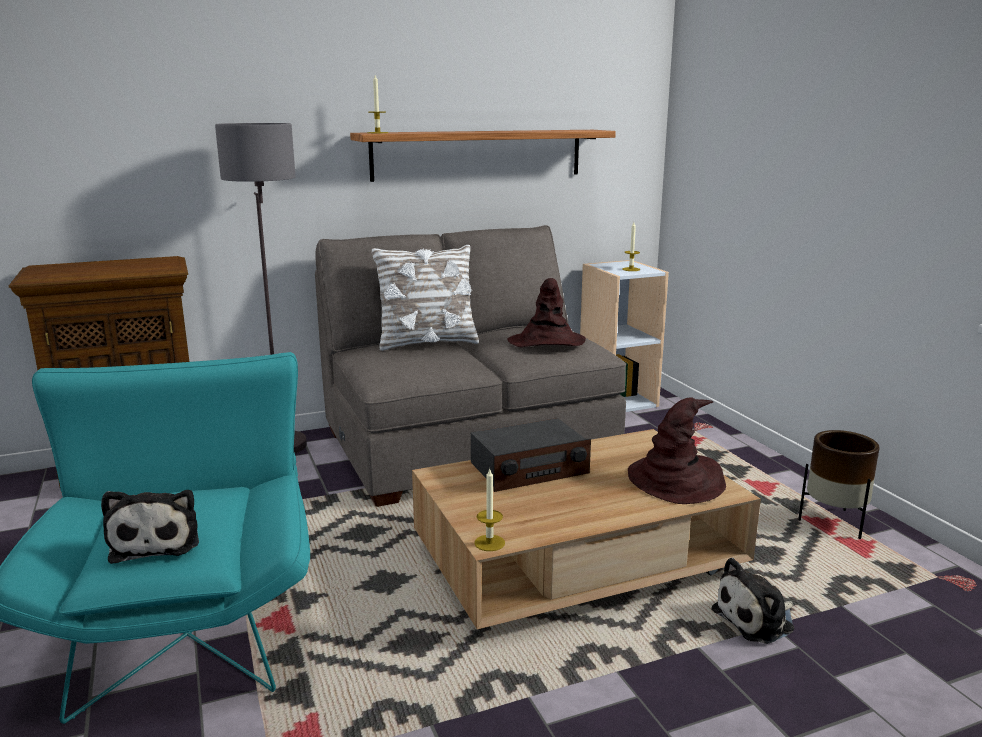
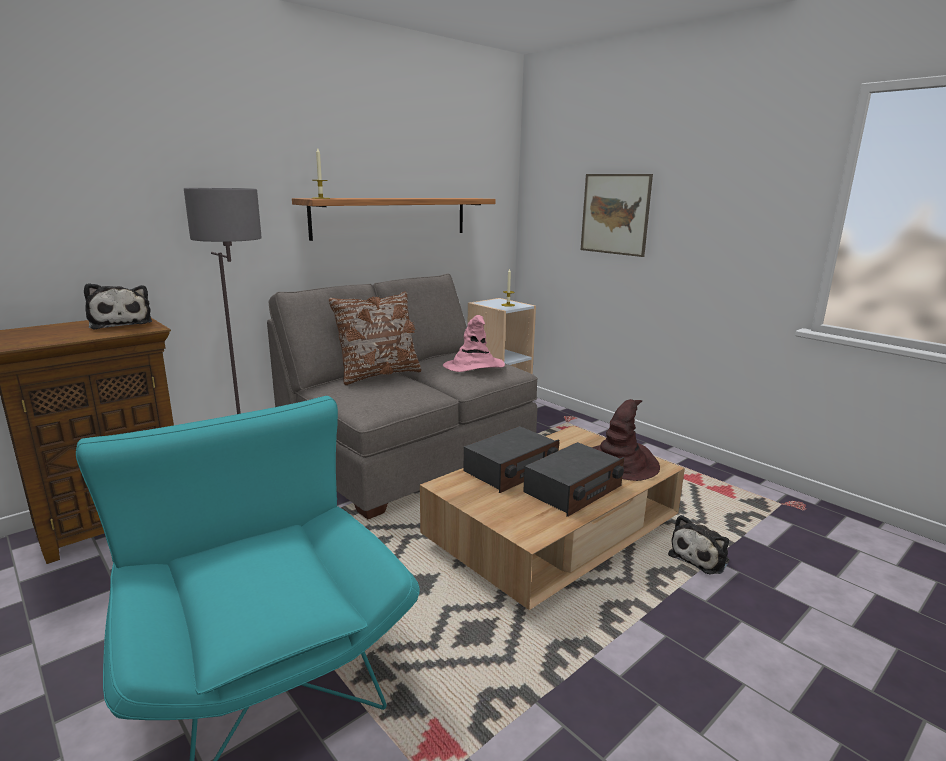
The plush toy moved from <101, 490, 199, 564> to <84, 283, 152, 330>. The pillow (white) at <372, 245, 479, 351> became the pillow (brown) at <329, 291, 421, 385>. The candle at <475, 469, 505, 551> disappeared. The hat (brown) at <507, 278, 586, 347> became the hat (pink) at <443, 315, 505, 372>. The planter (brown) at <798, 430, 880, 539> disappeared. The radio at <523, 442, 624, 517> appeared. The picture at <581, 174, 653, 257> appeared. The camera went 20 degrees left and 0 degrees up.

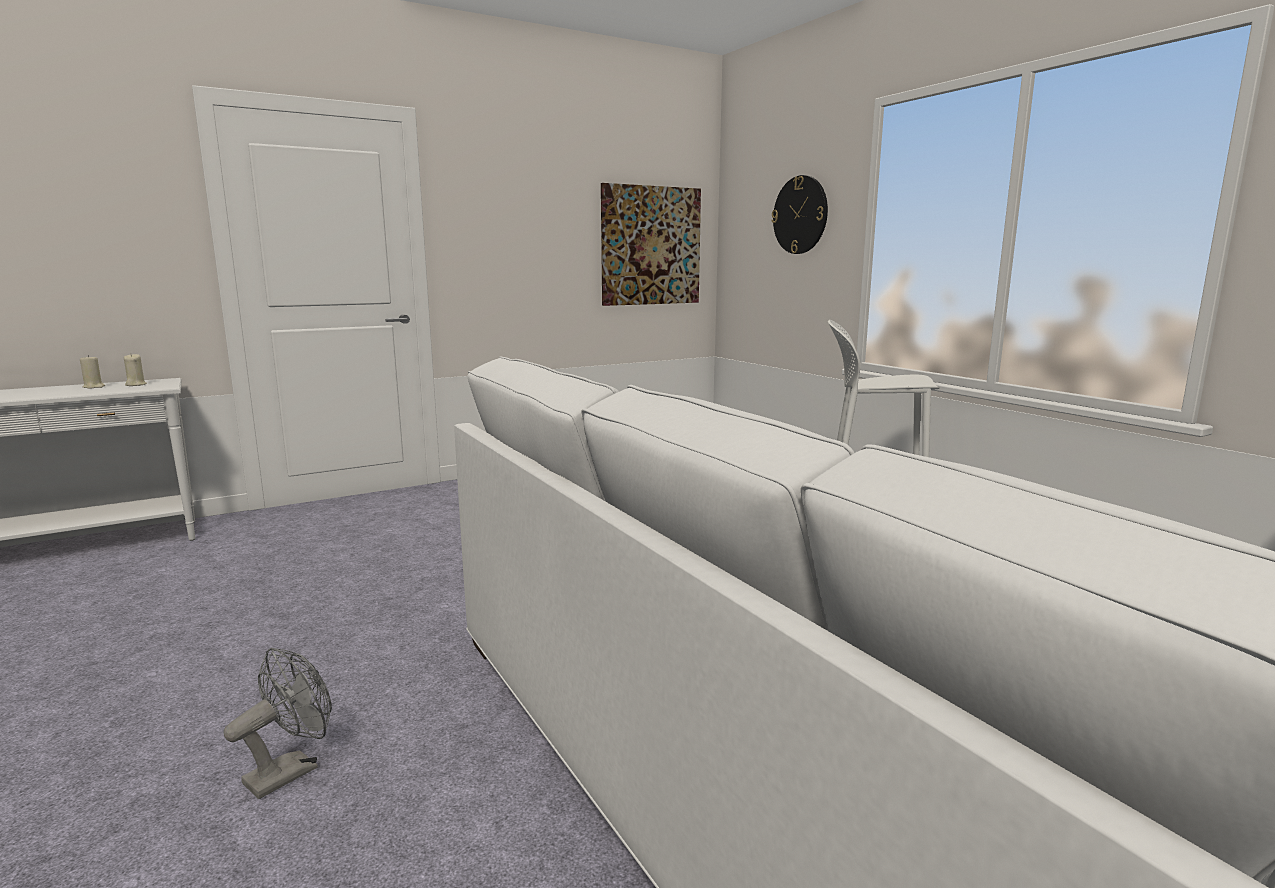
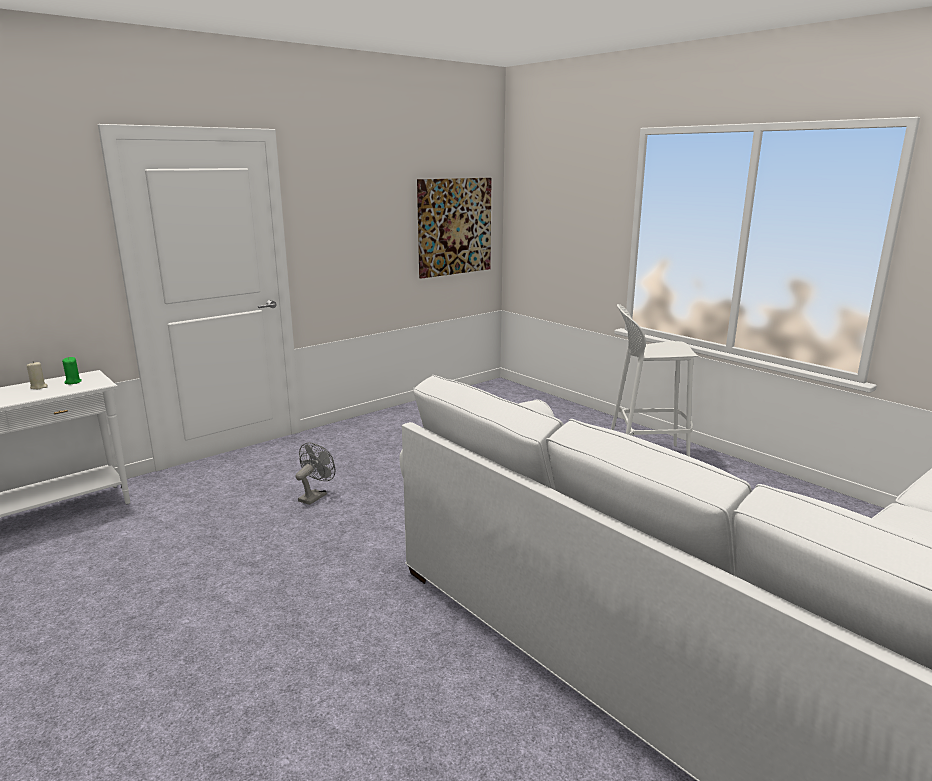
The candle (beige) at <124, 354, 147, 386> became the candle (green) at <62, 357, 82, 385>. The fan (grey) moved from <224, 648, 332, 799> to <295, 442, 336, 505>. The wall clock at <772, 175, 828, 254> disappeared. The camera went 10 degrees left and 5 degrees up.

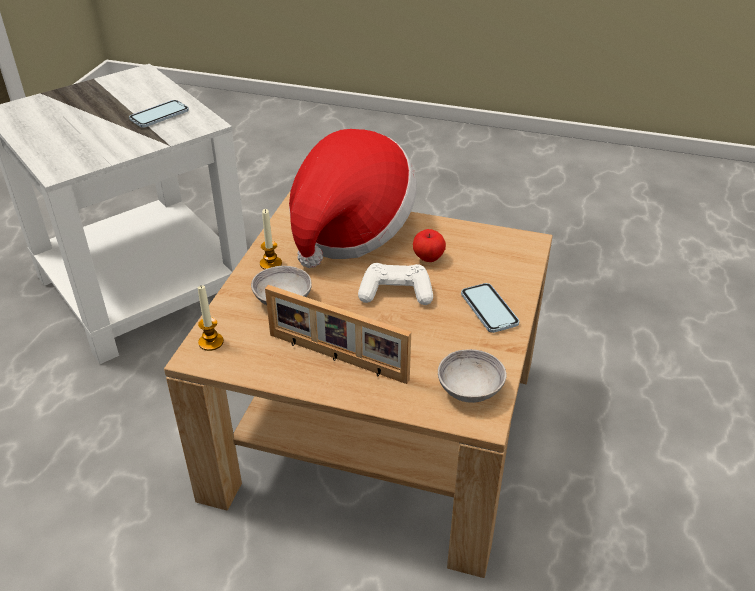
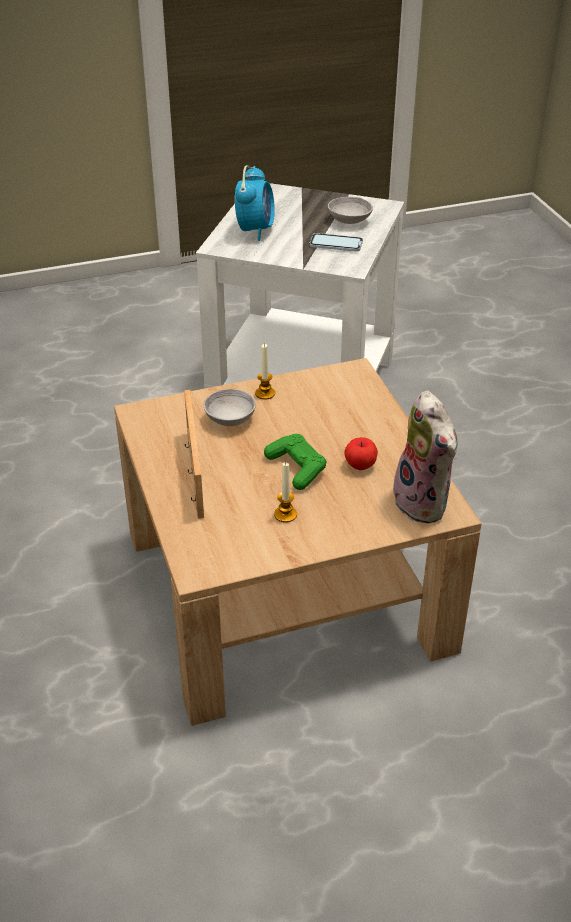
The candle moved from <198, 285, 224, 351> to <274, 462, 297, 523>. The hat at <289, 129, 417, 268> disappeared. The game controller (white) at <358, 263, 433, 305> became the game controller (green) at <264, 434, 326, 490>. The bowl (grey) moved from <438, 349, 507, 403> to <328, 197, 373, 224>. The phone at <461, 283, 519, 333> disappeared. The alarm clock at <235, 165, 275, 241> appeared. The plush toy at <393, 391, 457, 523> appeared. The camera went 55 degrees right and 0 degrees up.

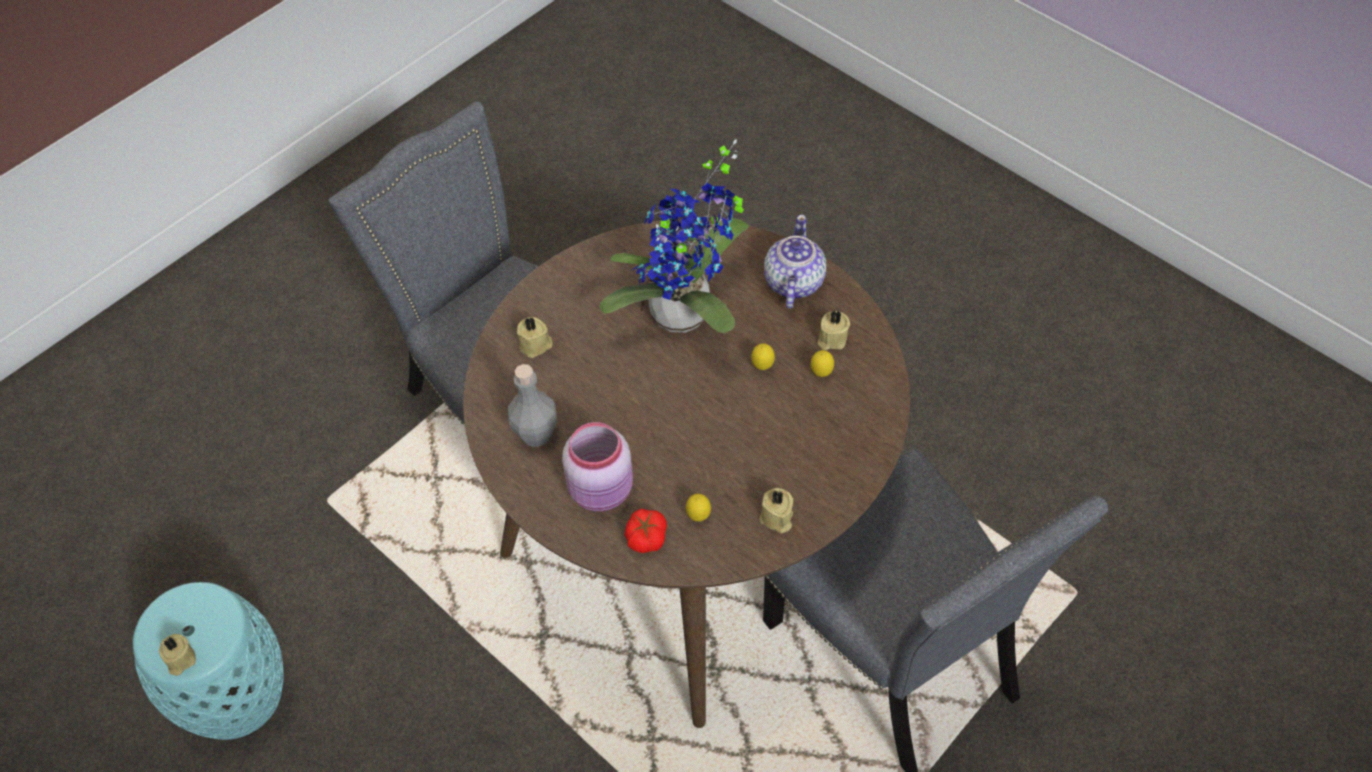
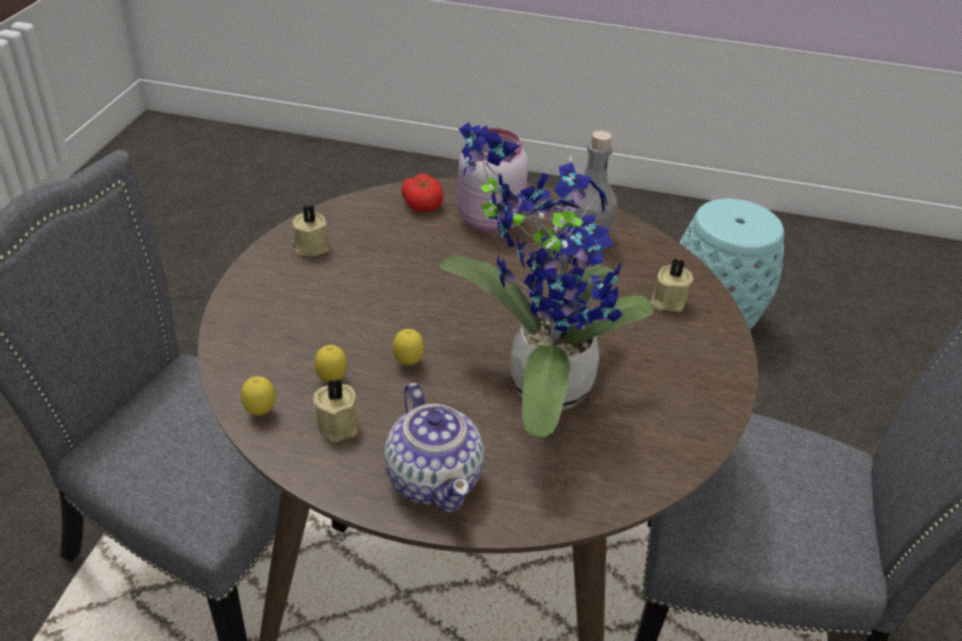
The candle (beige) at <159, 634, 196, 676> disappeared. The lemon moved from <686, 494, 711, 522> to <241, 376, 276, 415>. The camera went 145 degrees right and 15 degrees down.

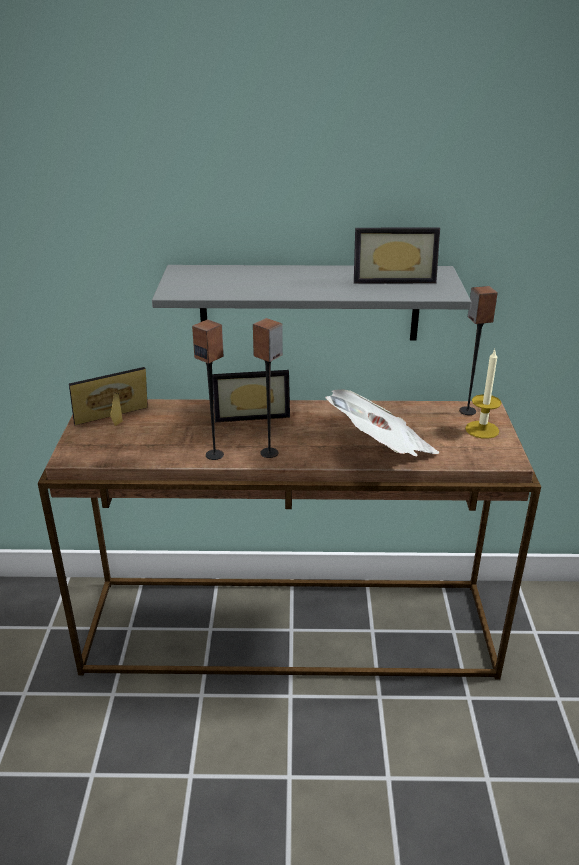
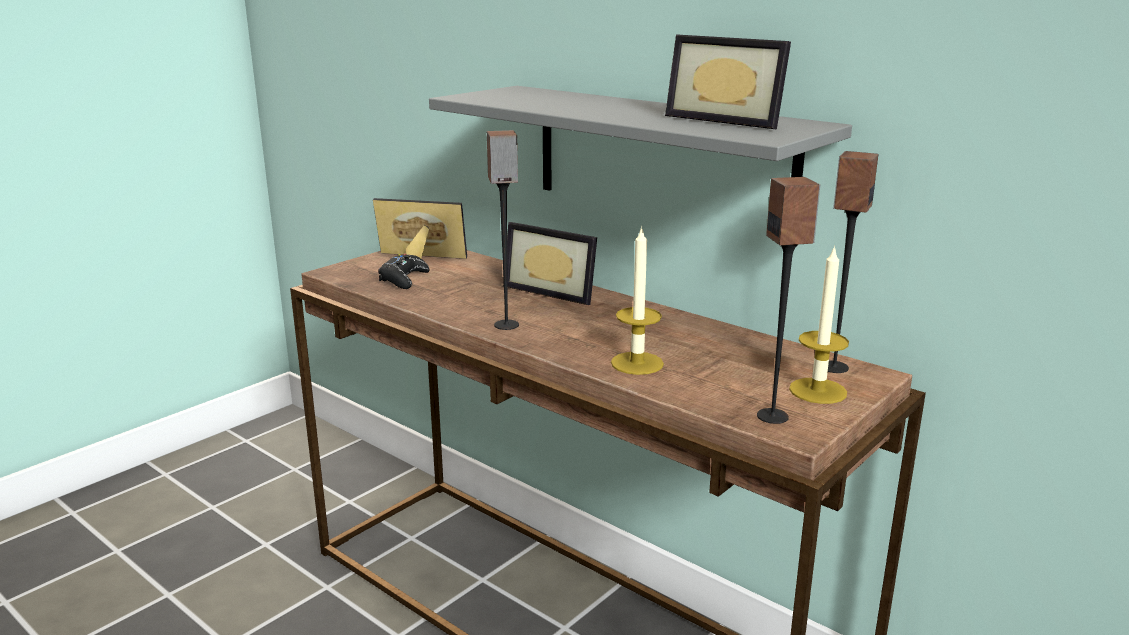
The speaker moved from <192, 320, 224, 460> to <757, 177, 820, 424>. The newspaper at <325, 389, 439, 457> was replaced by the candle at <611, 226, 664, 375>. The game controller (black) at <378, 254, 430, 289> appeared. The camera went 40 degrees right and 10 degrees down.

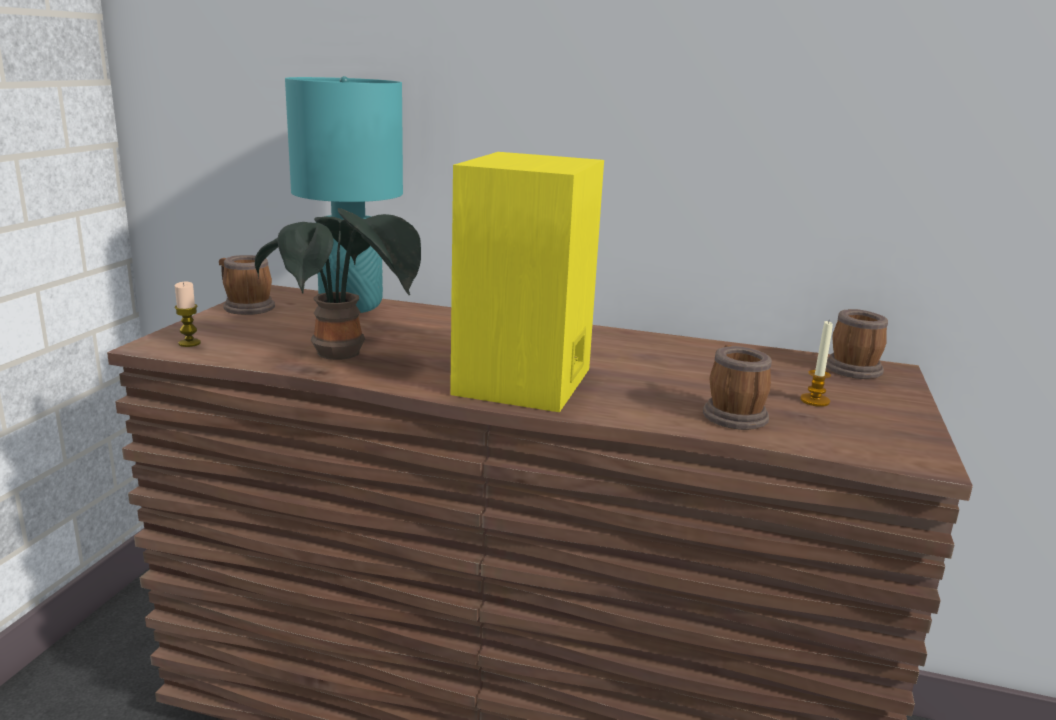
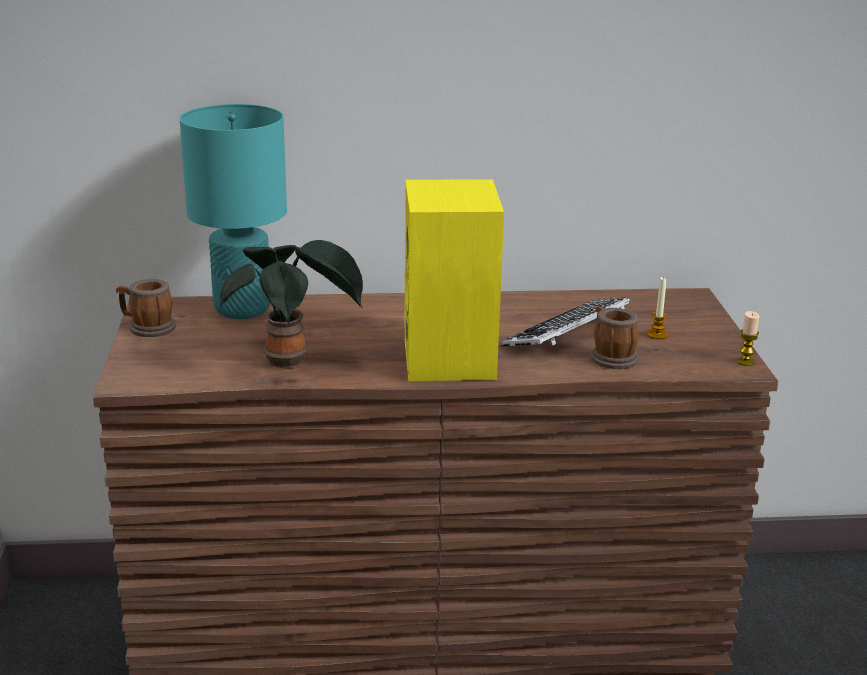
The candle moved from <174, 282, 201, 347> to <737, 311, 760, 366>. The mug at <826, 309, 888, 379> disappeared. The keyboard at <502, 297, 630, 347> appeared. The camera went 20 degrees left and 5 degrees up.

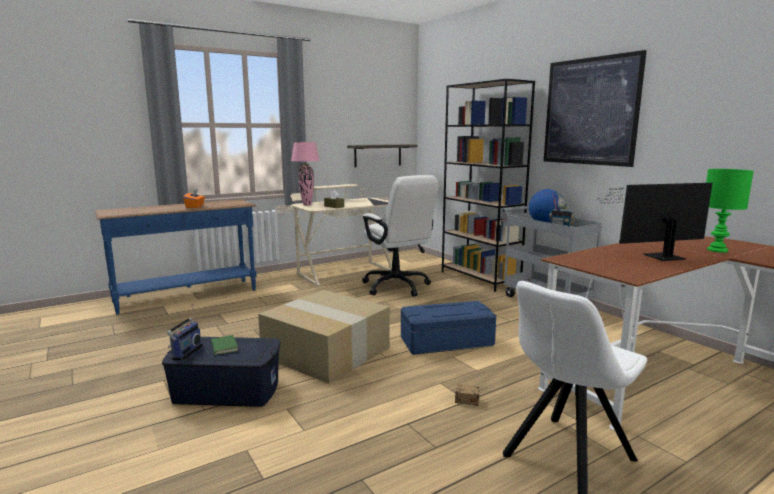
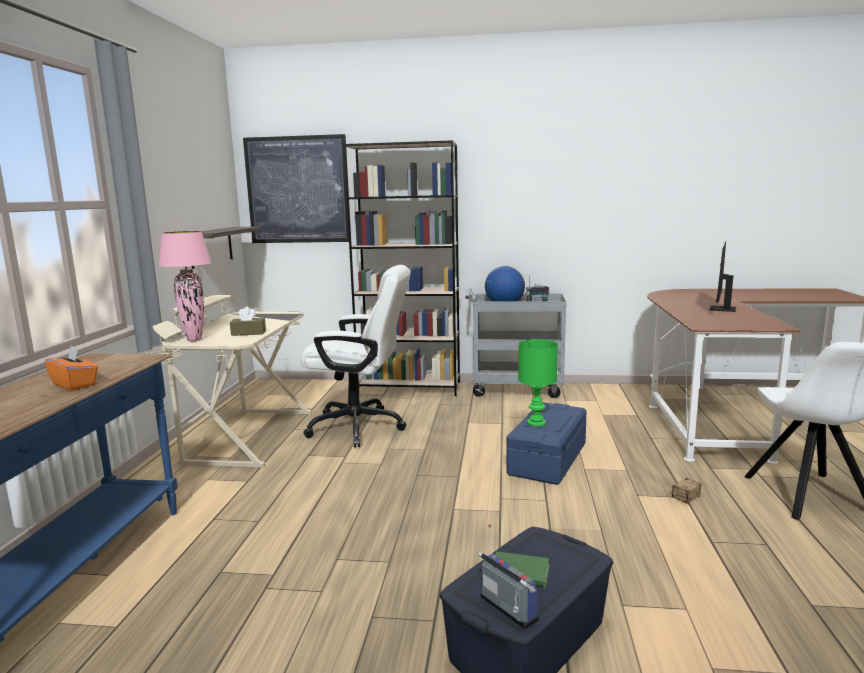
The cardboard box at <258, 290, 390, 384> disappeared. The picture moved from <544, 50, 647, 167> to <243, 134, 349, 243>. The table lamp (green) moved from <706, 169, 754, 253> to <518, 339, 558, 427>. The camera went 50 degrees left and 0 degrees up.

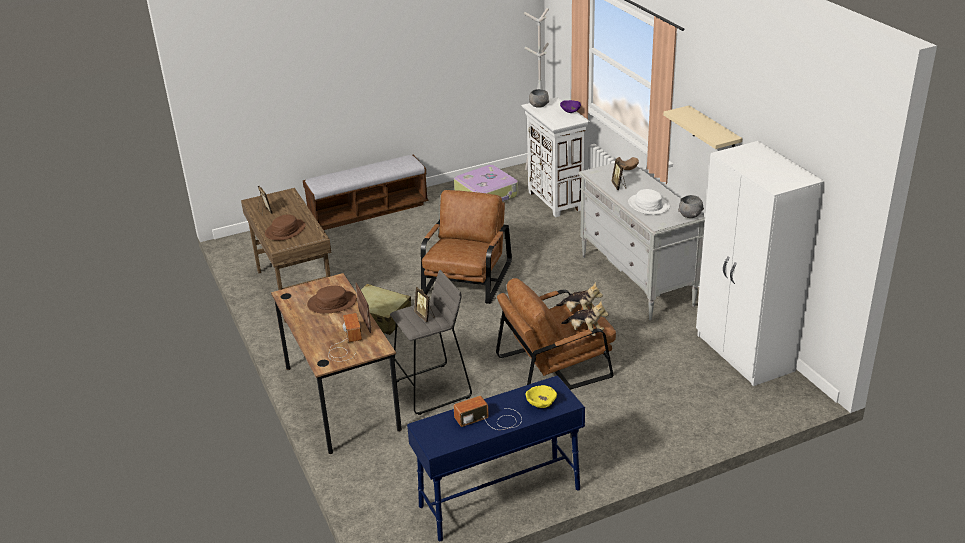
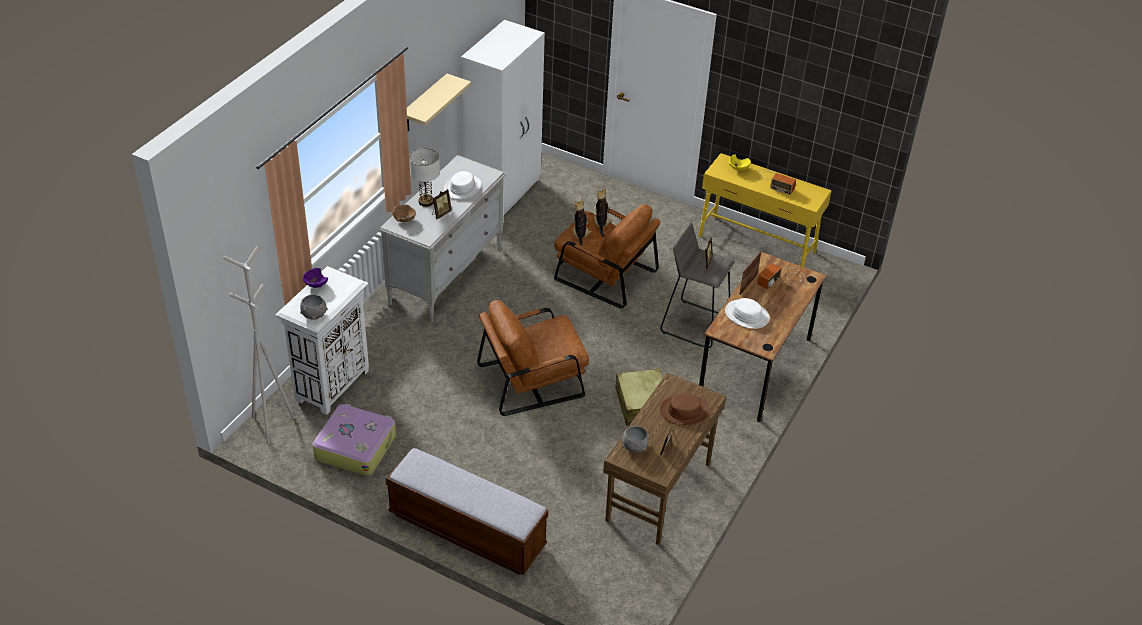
The hat (brown) at <307, 286, 357, 314> became the hat (white) at <725, 298, 770, 329>. The console table (blue) at <407, 375, 585, 541> became the console table (yellow) at <698, 153, 832, 267>. The bowl (grey) moved from <678, 195, 704, 218> to <622, 426, 650, 453>. The table lamp at <409, 148, 440, 207> appeared. The camera went 130 degrees left and 10 degrees up.

